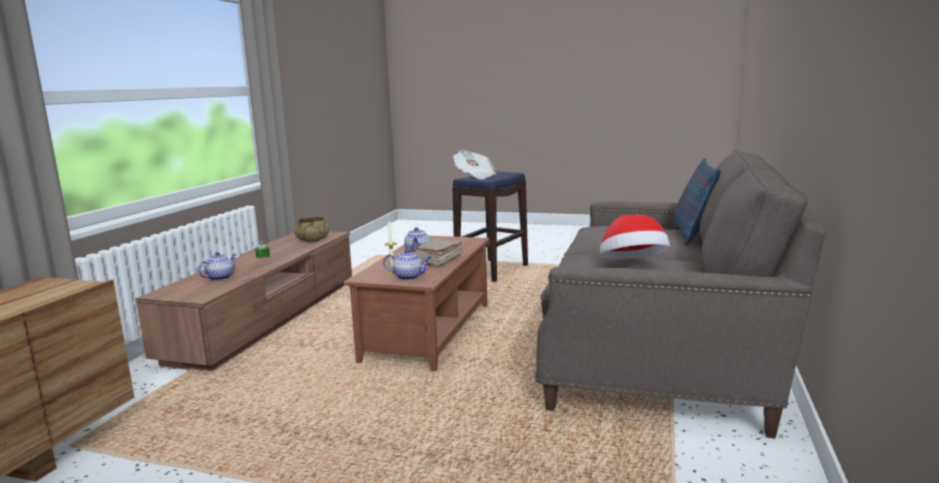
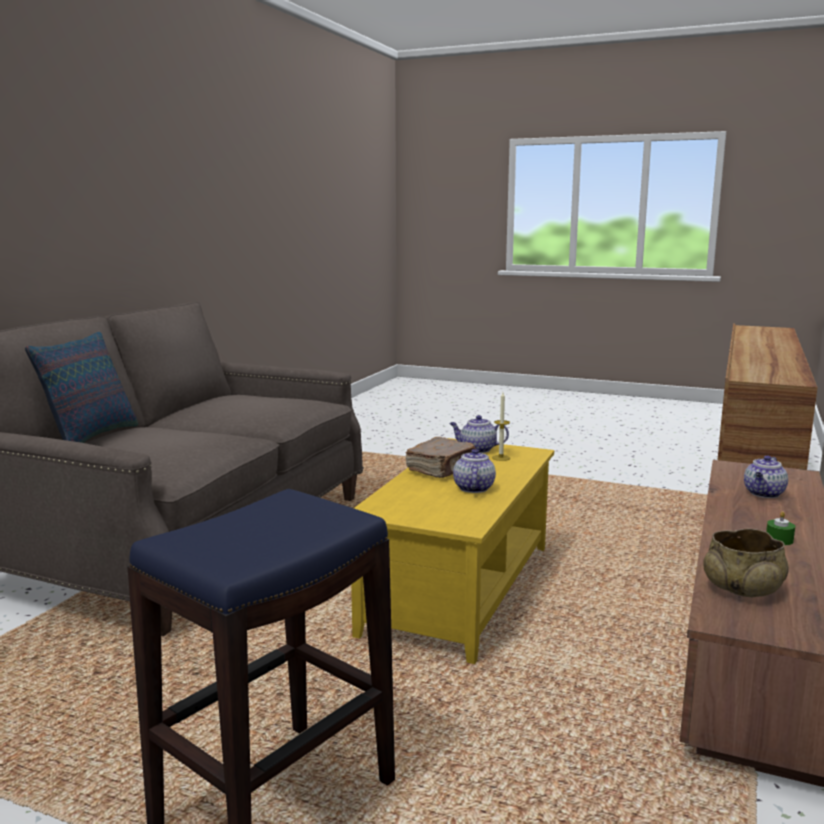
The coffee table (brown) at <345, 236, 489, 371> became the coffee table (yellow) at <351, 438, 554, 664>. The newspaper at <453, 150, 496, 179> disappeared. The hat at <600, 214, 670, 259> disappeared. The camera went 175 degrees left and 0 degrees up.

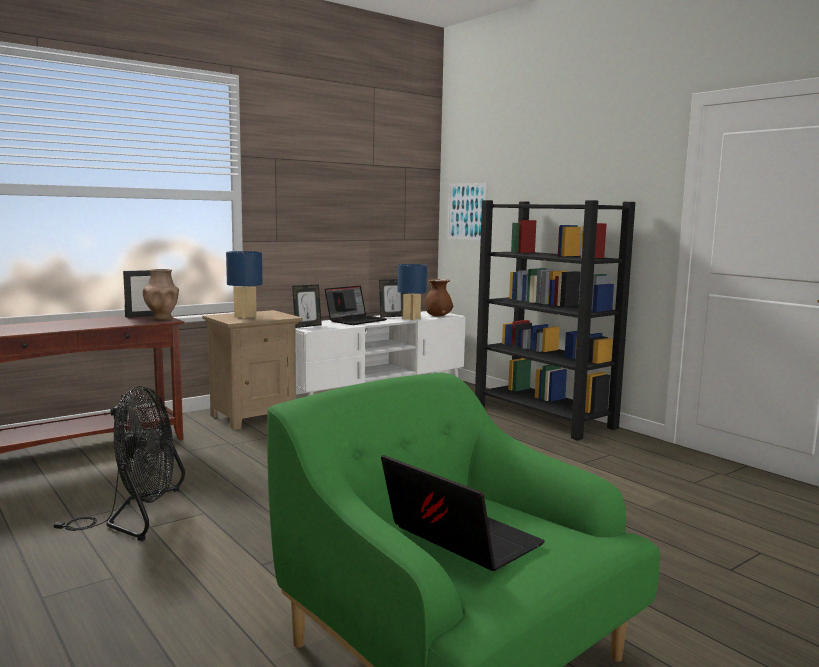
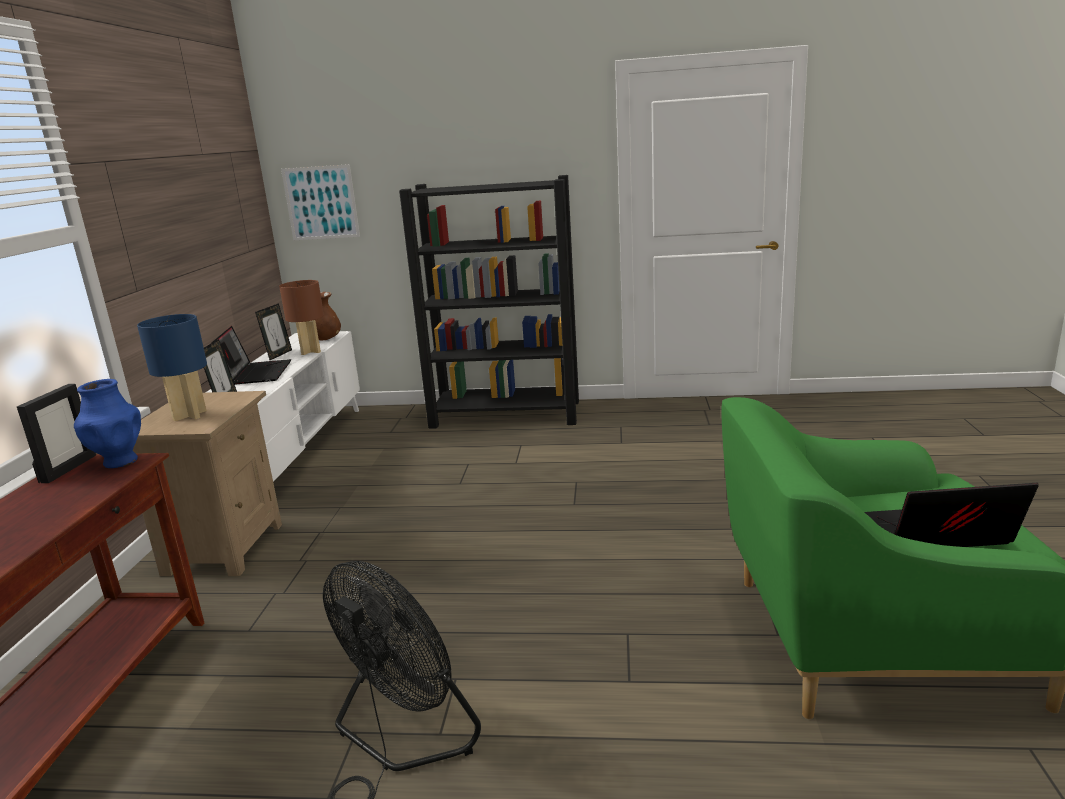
The vase (brown) at <143, 269, 179, 320> became the vase (blue) at <74, 379, 141, 468>. The table lamp (blue) at <398, 264, 427, 321> became the table lamp (brown) at <279, 280, 324, 355>. The camera went 45 degrees left and 10 degrees up.

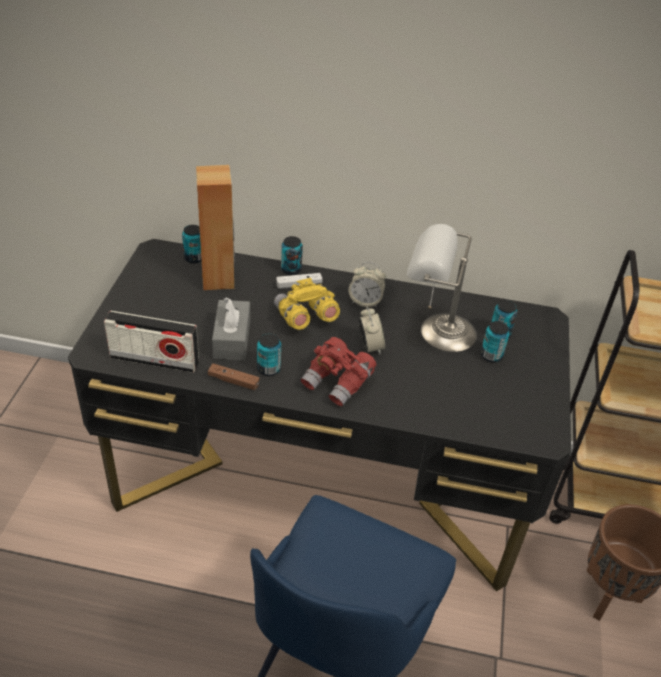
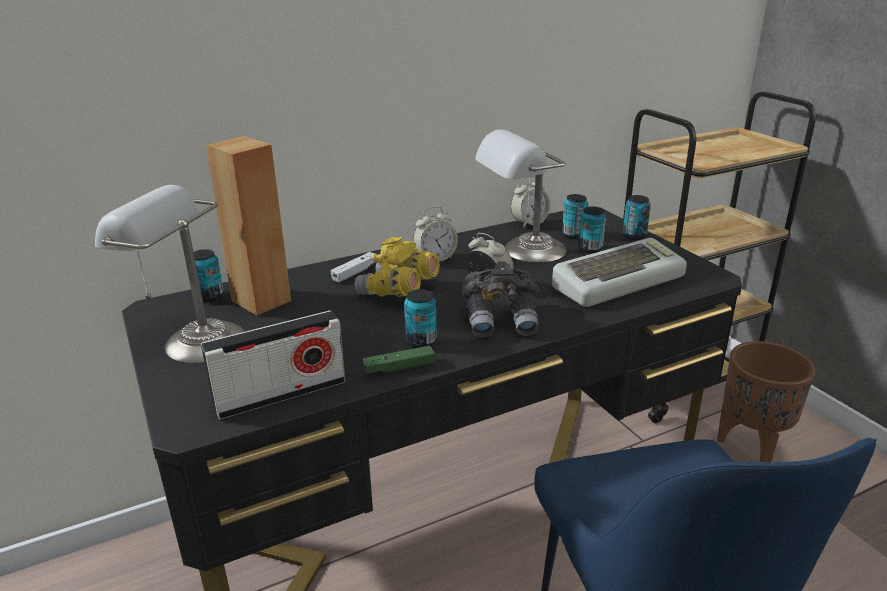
The game controller (brown) at <208, 363, 259, 390> became the game controller (green) at <363, 346, 435, 374>. The tissue box (grey) at <212, 297, 250, 360> disappeared. The can moved from <281, 236, 303, 275> to <623, 195, 651, 240>. The binoculars (red) at <300, 337, 376, 406> became the binoculars (grey) at <462, 261, 540, 338>. The table lamp (white) at <95, 185, 245, 363> appeared. The alarm clock at <510, 176, 550, 228> appeared. The keyboard at <552, 238, 687, 307> appeared. The camera went 35 degrees left and 15 degrees down.

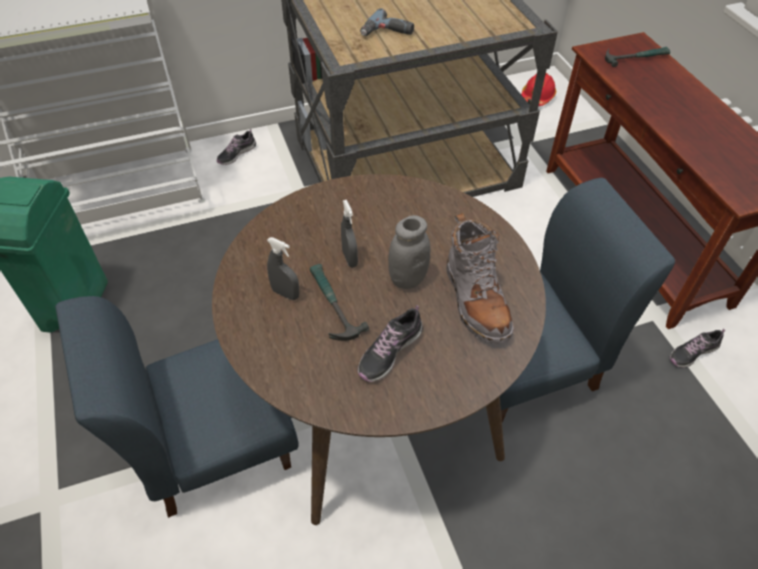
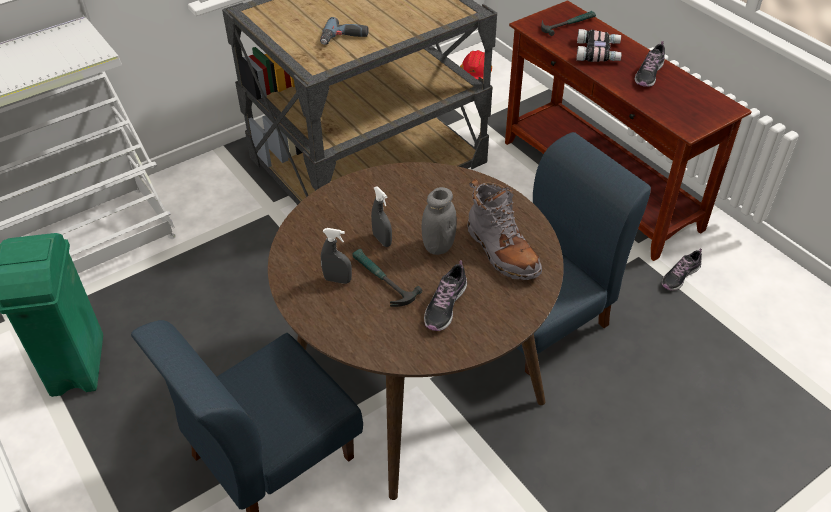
The shoe moved from <217, 129, 256, 165> to <635, 41, 665, 87>. The binoculars at <576, 29, 622, 62> appeared. The camera went 15 degrees left and 5 degrees down.

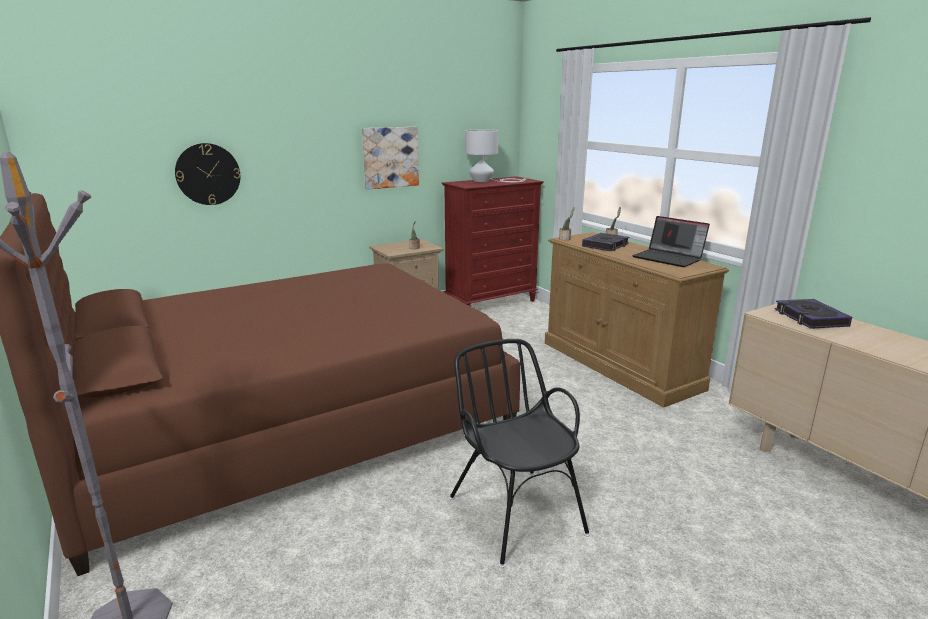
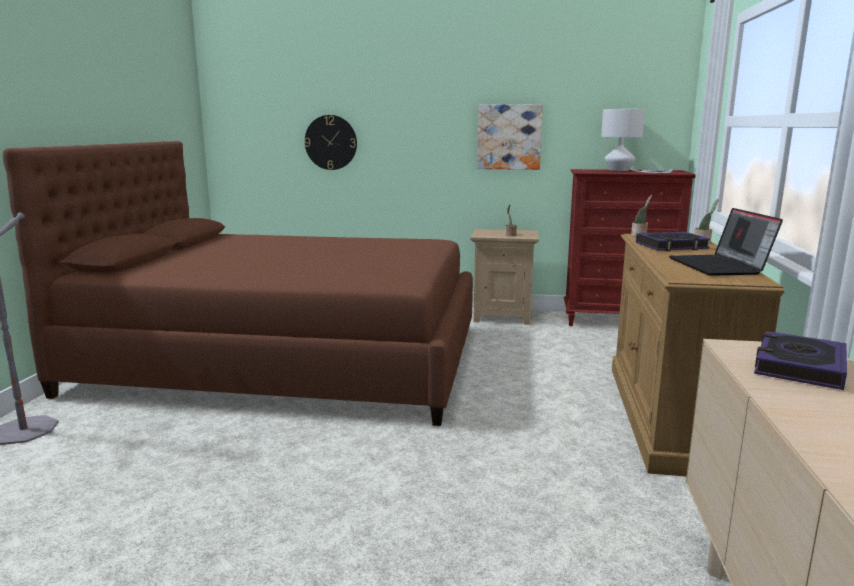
The chair (black) at <449, 339, 590, 568> disappeared. The camera went 40 degrees right and 5 degrees down.

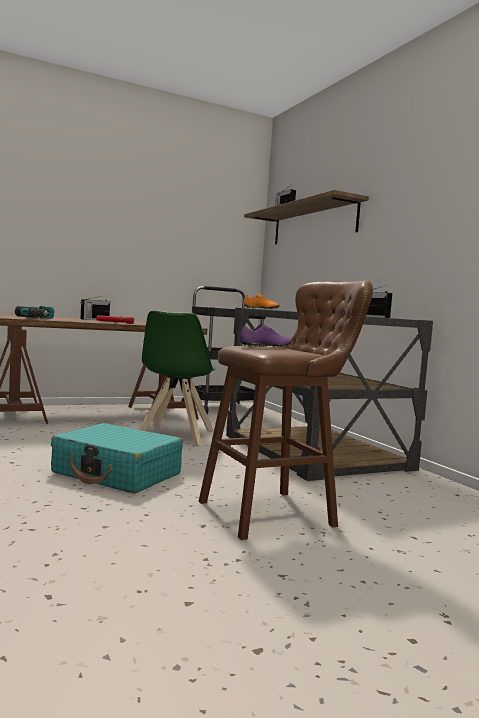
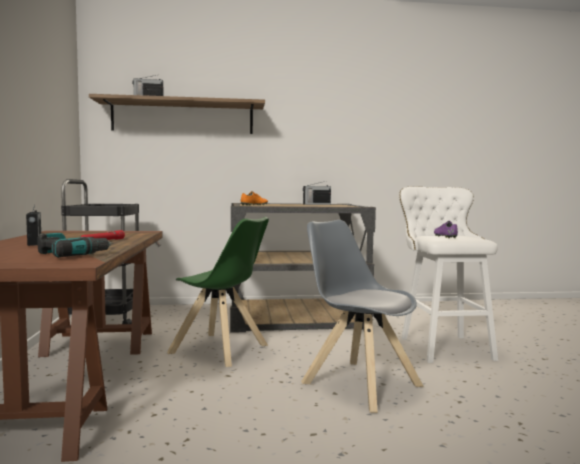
The suitcase (turquoise) at <51, 423, 183, 494> was replaced by the chair (grey) at <301, 220, 424, 413>. The stool (brown) at <198, 280, 373, 540> became the stool (white) at <399, 186, 498, 363>. The camera went 70 degrees left and 0 degrees up.

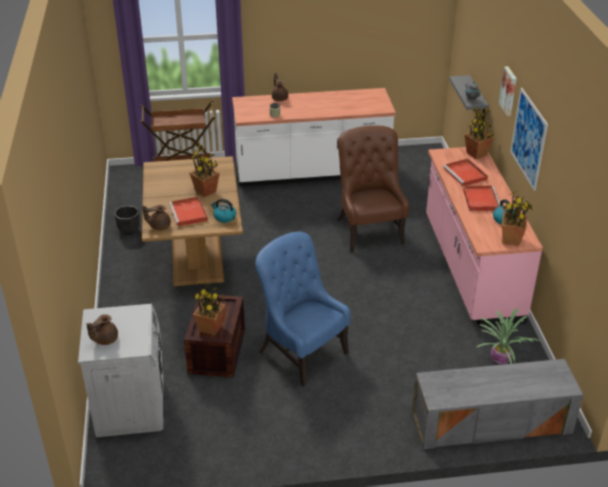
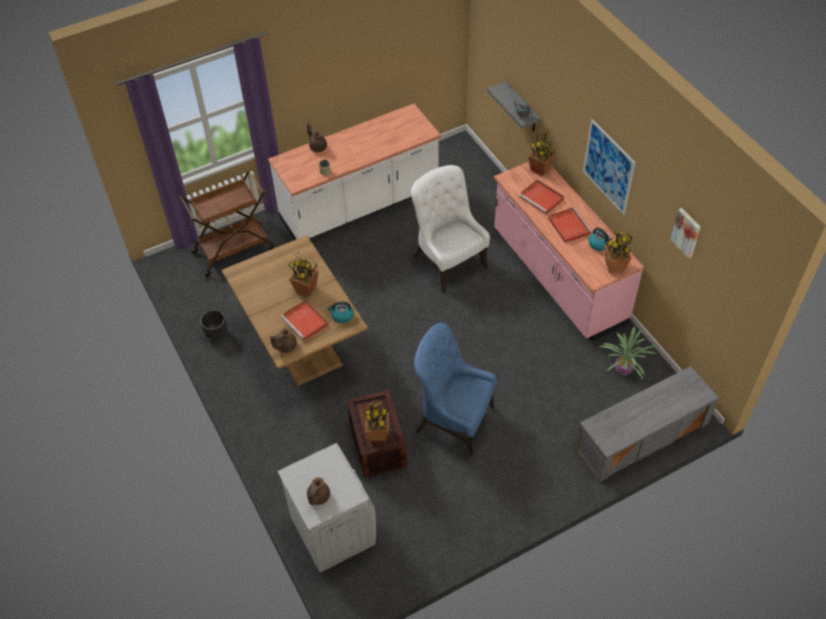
The chair (brown) at <338, 125, 410, 252> became the chair (white) at <411, 165, 490, 293>. The picture moved from <499, 66, 517, 116> to <670, 208, 701, 258>. The camera went 20 degrees left and 15 degrees up.

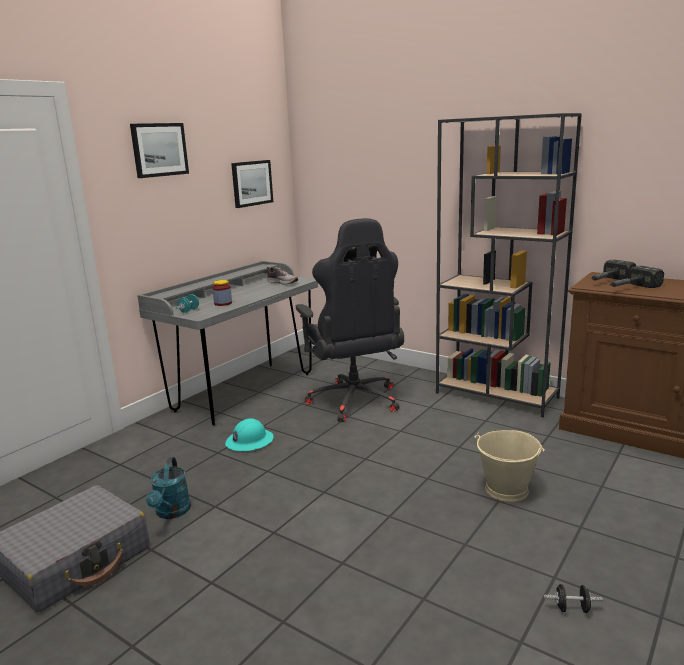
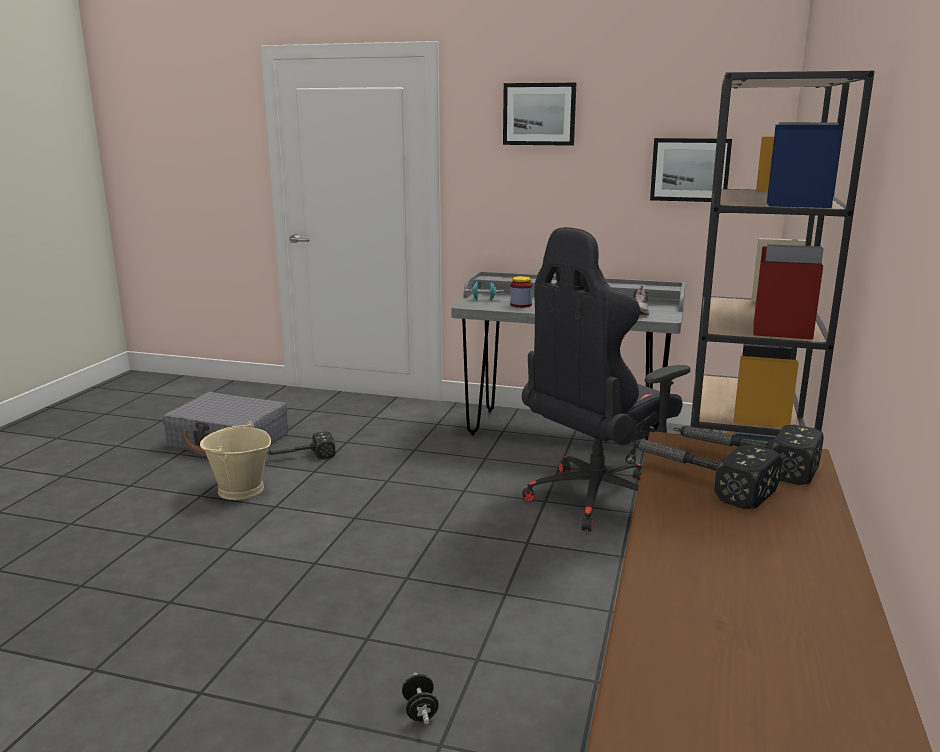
The watering can (turquoise) at <146, 457, 191, 519> was replaced by the hammer at <267, 431, 335, 459>. The hard hat (turquoise) at <225, 418, 274, 451> disappeared. The bucket (beige) moved from <475, 430, 545, 502> to <200, 421, 271, 500>. The dumbbell (black) moved from <544, 584, 603, 613> to <402, 673, 439, 724>. The camera went 70 degrees right and 0 degrees up.

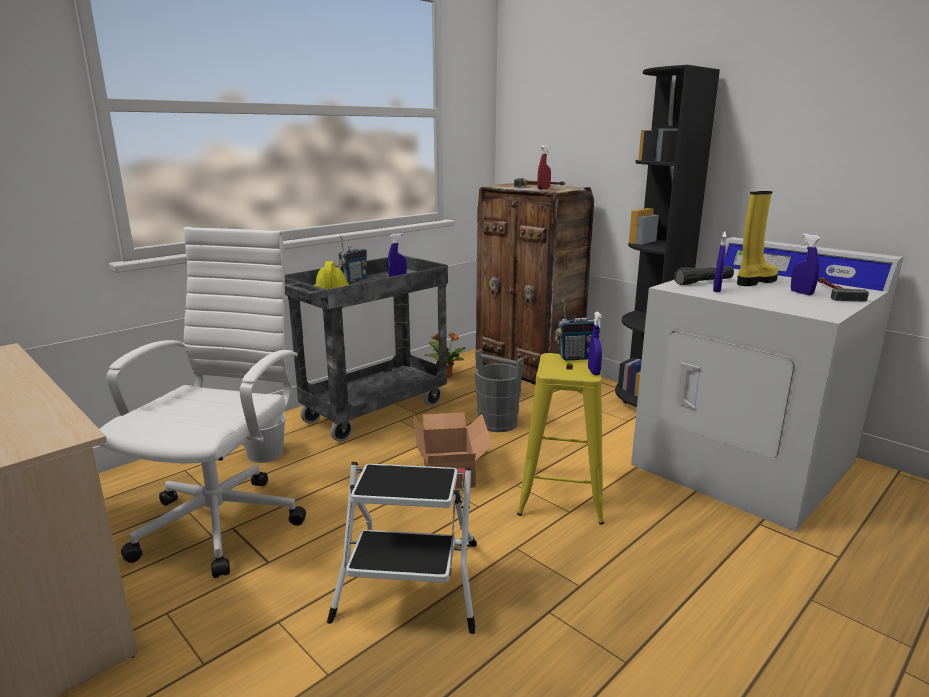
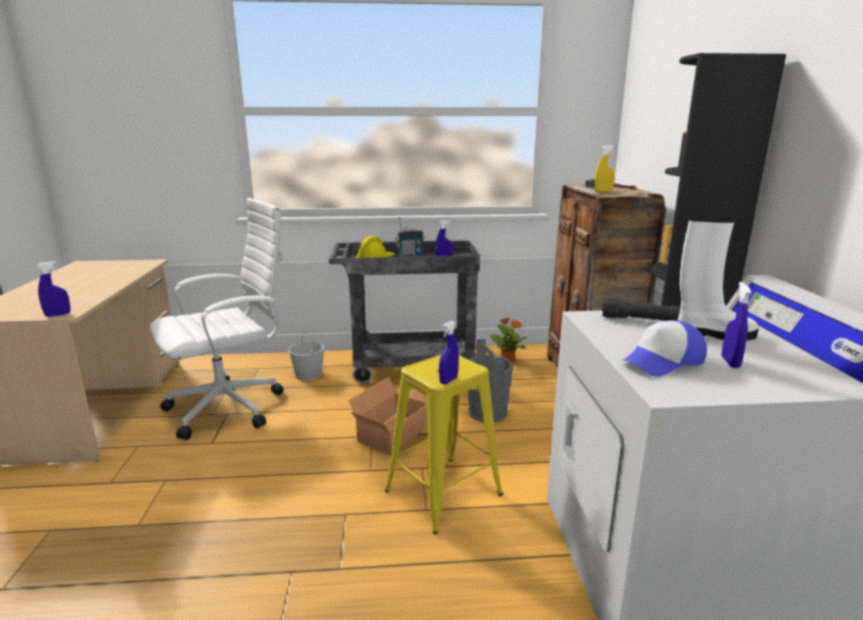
The step ladder at <327, 462, 477, 634> disappeared. The spray bottle (red) at <537, 145, 551, 189> became the spray bottle (yellow) at <595, 145, 616, 192>. The radio at <555, 300, 600, 361> disappeared. The spray bottle (blue) moved from <713, 231, 726, 292> to <37, 261, 70, 317>. The boot (yellow) at <737, 191, 778, 286> became the boot (white) at <678, 217, 759, 340>. The hammer at <818, 278, 869, 302> disappeared. The cap at <622, 320, 707, 377> appeared. The camera went 40 degrees right and 0 degrees up.

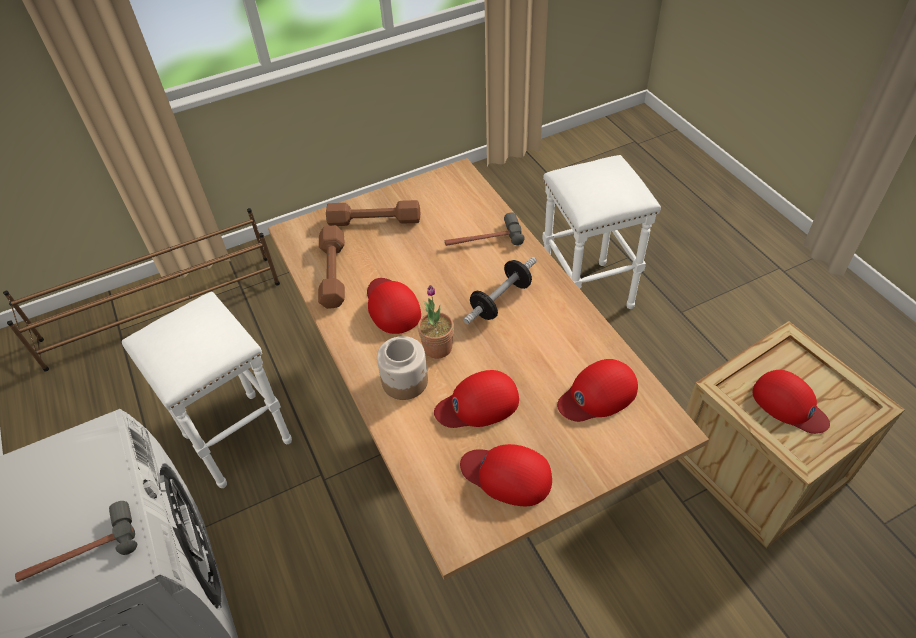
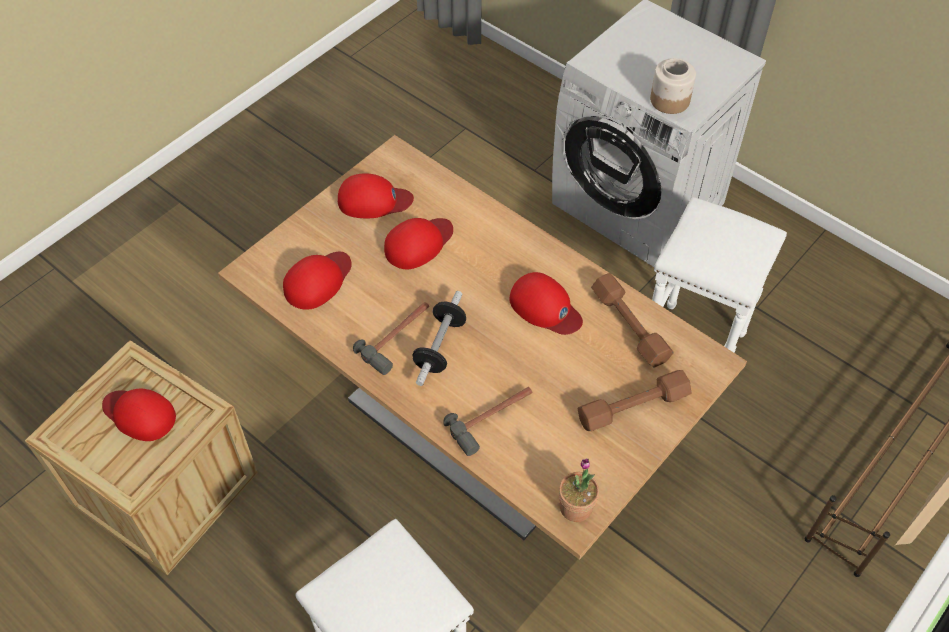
The hammer moved from <15, 501, 137, 582> to <353, 302, 429, 375>. The jar moved from <377, 336, 428, 400> to <650, 58, 696, 114>. The potted plant moved from <418, 285, 454, 359> to <559, 458, 599, 522>. The camera went 155 degrees right and 5 degrees up.

